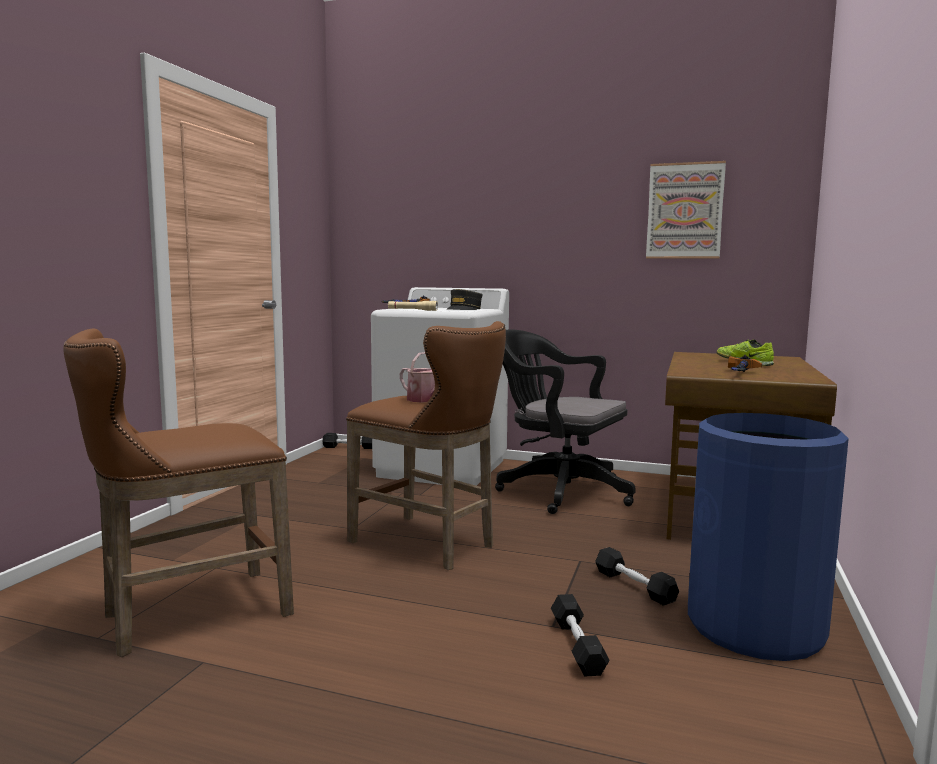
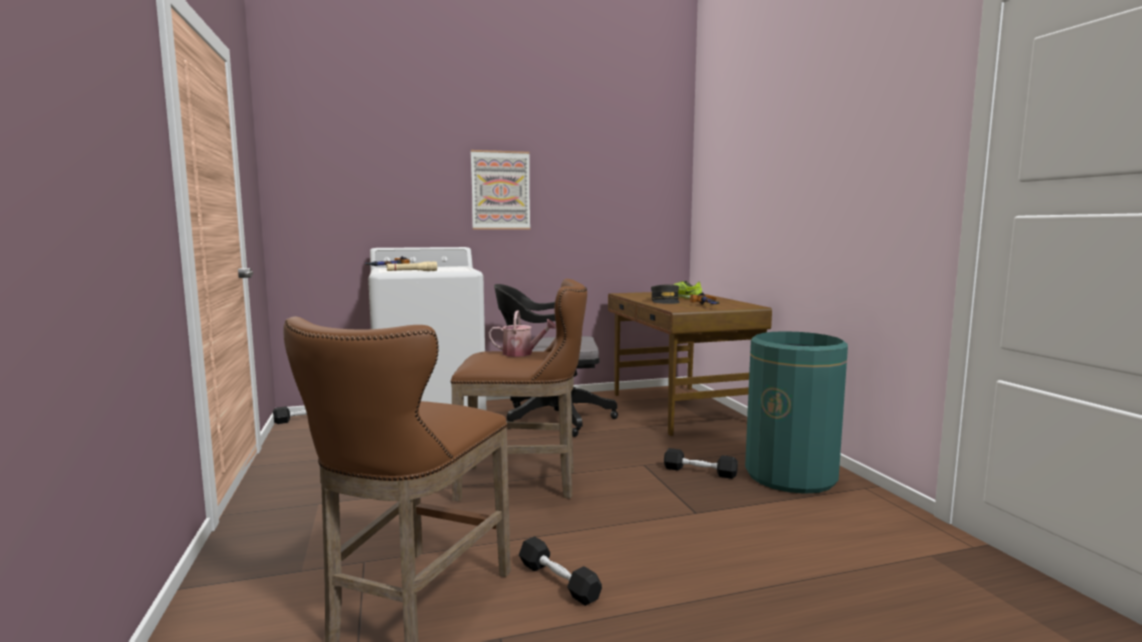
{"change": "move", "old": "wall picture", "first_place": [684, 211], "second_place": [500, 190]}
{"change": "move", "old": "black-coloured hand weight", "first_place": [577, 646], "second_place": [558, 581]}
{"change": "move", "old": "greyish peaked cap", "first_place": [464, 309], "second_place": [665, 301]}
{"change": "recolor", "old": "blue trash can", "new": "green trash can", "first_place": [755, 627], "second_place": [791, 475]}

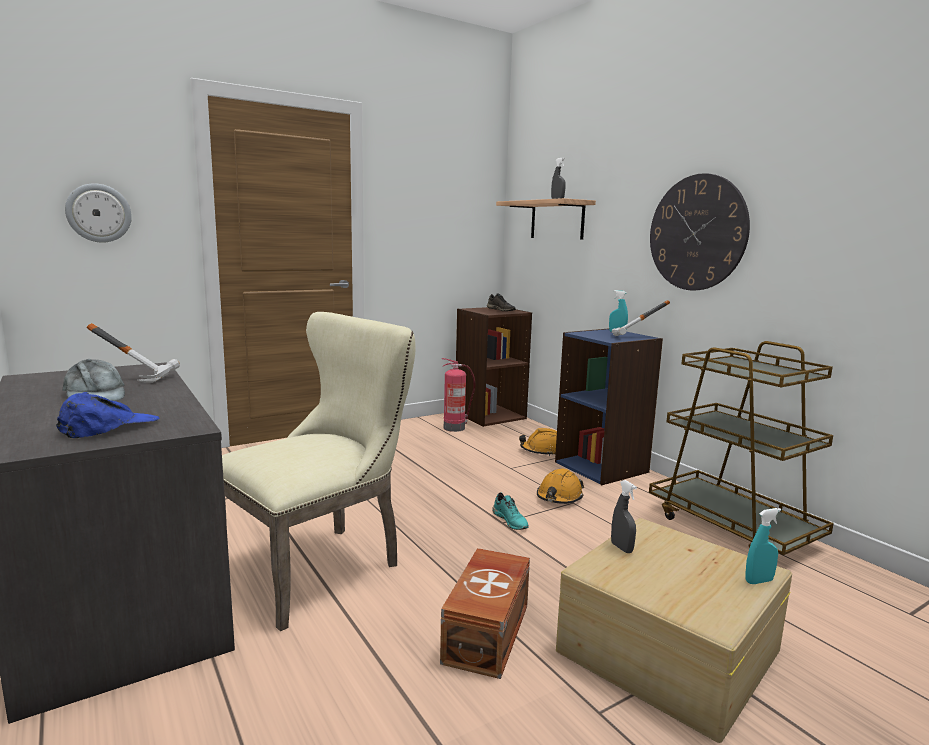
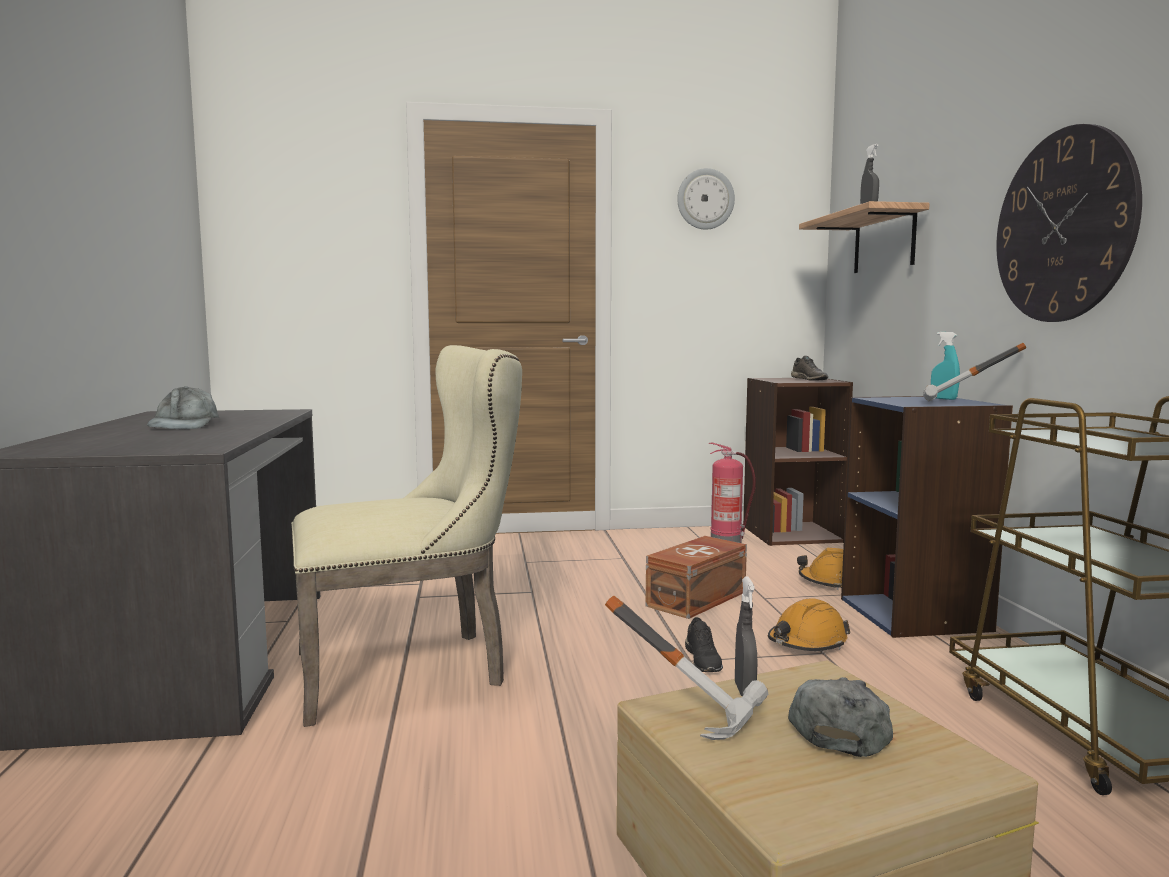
{"change": "move", "old": "hand hammer", "first_place": [139, 376], "second_place": [689, 708]}
{"change": "move", "old": "brown storage container", "first_place": [489, 632], "second_place": [699, 599]}
{"change": "move", "old": "clock on the wall", "first_place": [99, 213], "second_place": [705, 199]}
{"change": "recolor", "old": "turquoise low shoe", "new": "black-coloured low shoe", "first_place": [511, 521], "second_place": [704, 661]}
{"change": "insert", "new": "greyish peaked cap", "second_place": [840, 724]}
{"change": "delete", "old": "blue peaked cap", "first_place": [109, 426]}
{"change": "delete", "old": "turquoise sprayer", "first_place": [759, 581]}

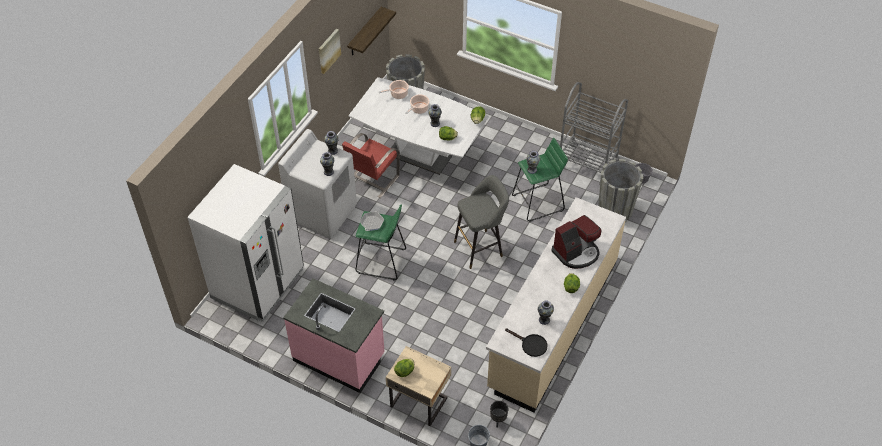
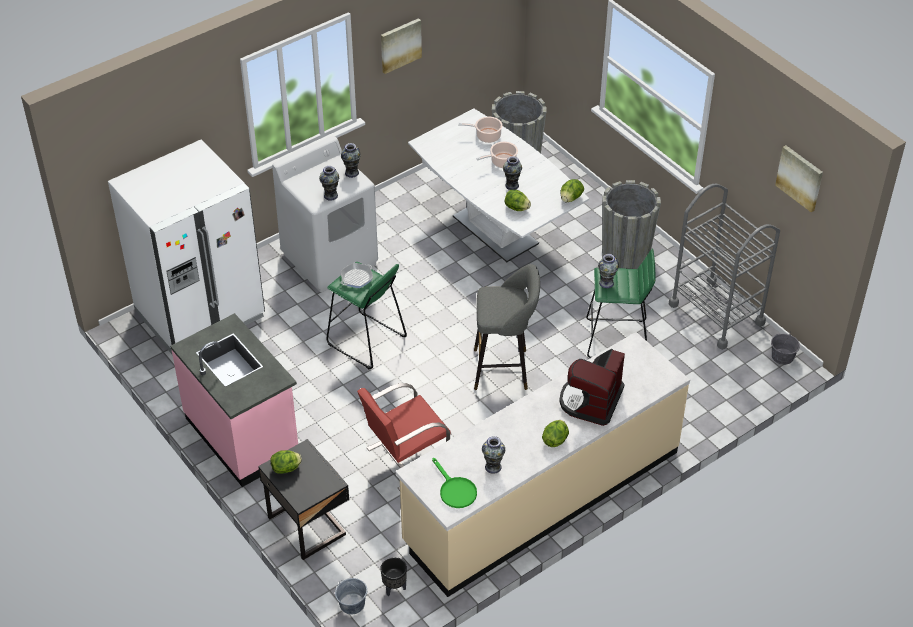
{"change": "recolor", "old": "sand-coloured bedside table", "new": "black-coloured bedside table", "first_place": [419, 401], "second_place": [308, 525]}
{"change": "move", "old": "reddish upright chair", "first_place": [372, 179], "second_place": [405, 458]}
{"change": "recolor", "old": "black-coloured frying pan", "new": "green frying pan", "first_place": [530, 344], "second_place": [455, 490]}
{"change": "rotate", "old": "coffee machine", "first_place": [576, 253], "second_place": [591, 400], "degrees": 120}
{"change": "move", "old": "greyish planter", "first_place": [615, 210], "second_place": [625, 256]}
{"change": "insert", "new": "wall picture", "second_place": [800, 177]}
{"change": "delete", "old": "wall shelf", "first_place": [364, 32]}

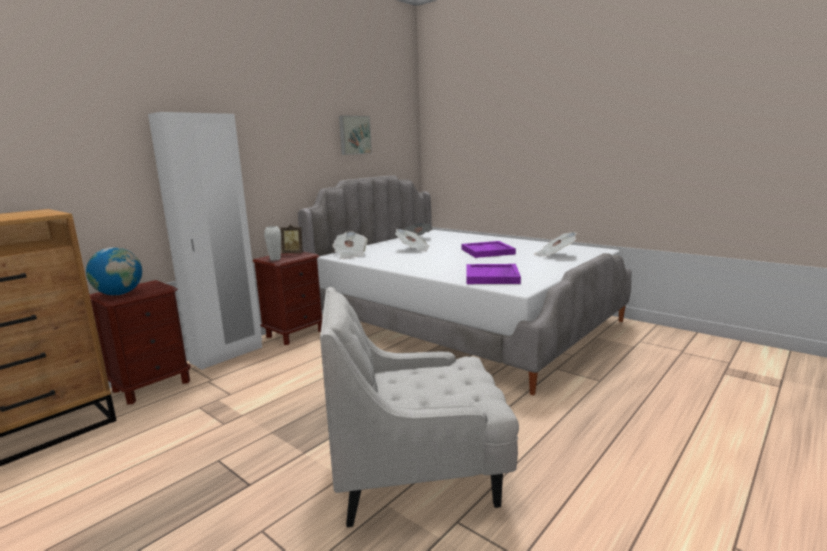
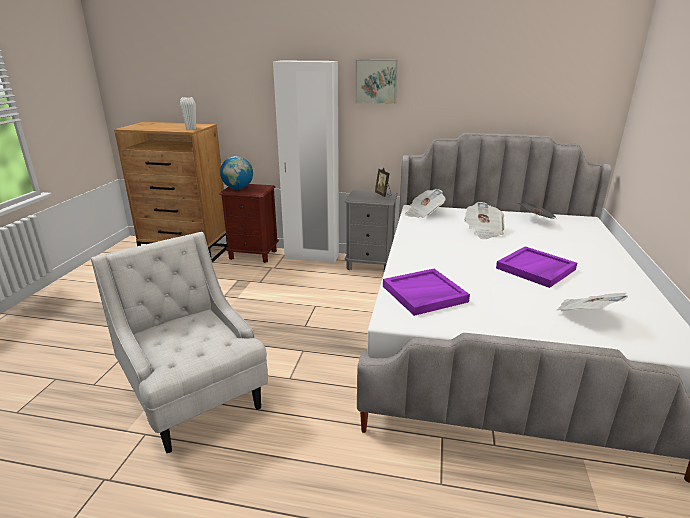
{"change": "move", "old": "white-coloured flower vase", "first_place": [275, 259], "second_place": [191, 128]}
{"change": "recolor", "old": "brown bedside table", "new": "greyish bedside table", "first_place": [295, 333], "second_place": [370, 264]}
{"change": "move", "old": "wall picture", "first_place": [354, 135], "second_place": [376, 81]}

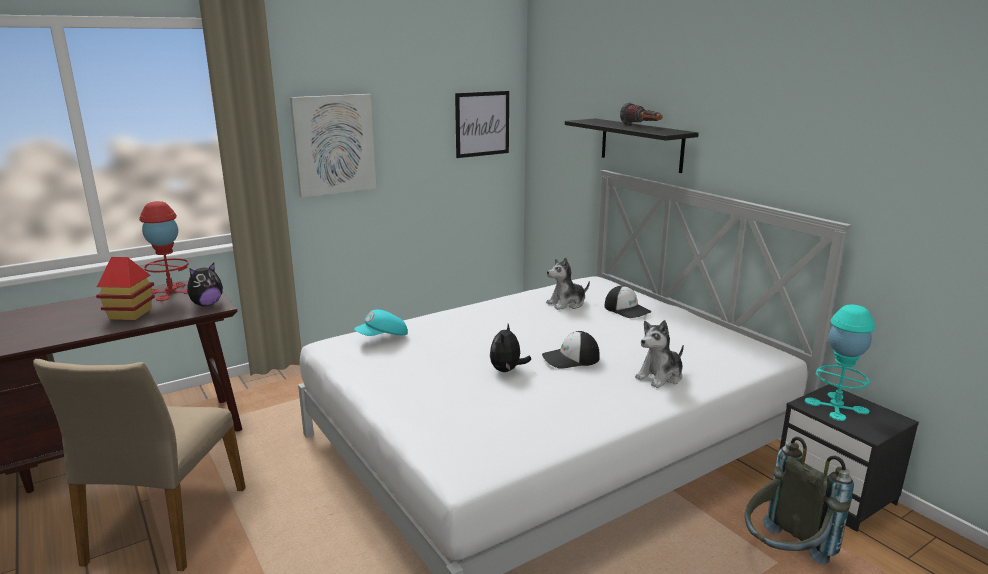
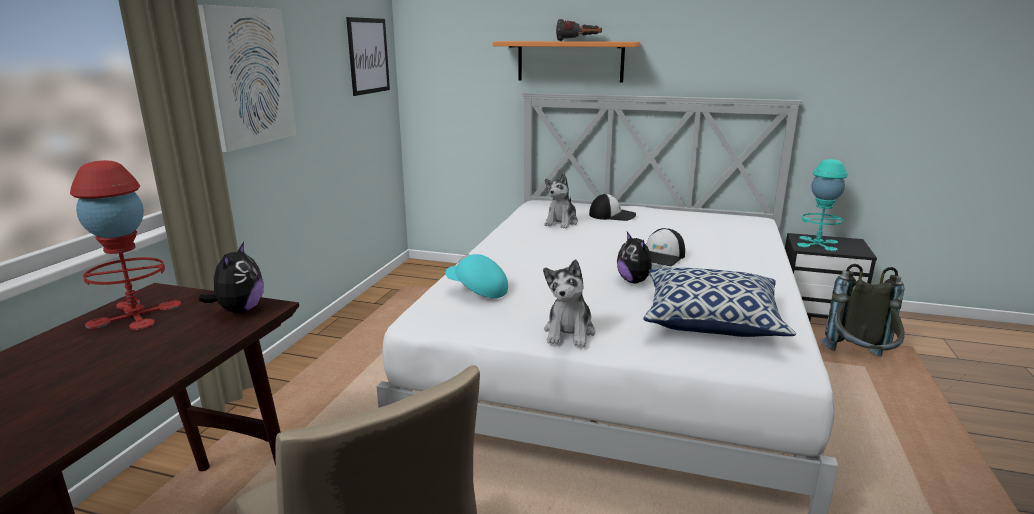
{"change": "rotate", "old": "turquoise peaked cap", "first_place": [383, 337], "second_place": [477, 290], "degrees": 105}
{"change": "recolor", "old": "black-coloured wall shelf", "new": "orangey wall shelf", "first_place": [641, 144], "second_place": [570, 61]}
{"change": "move", "old": "plush toy", "first_place": [660, 377], "second_place": [569, 332]}
{"change": "insert", "new": "pillow", "second_place": [711, 321]}
{"change": "delete", "old": "miniature house", "first_place": [130, 314]}

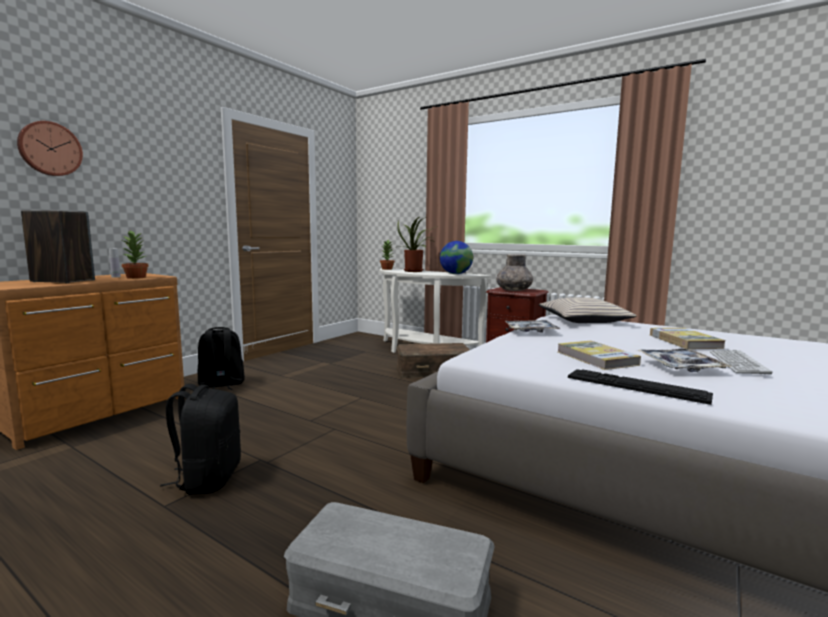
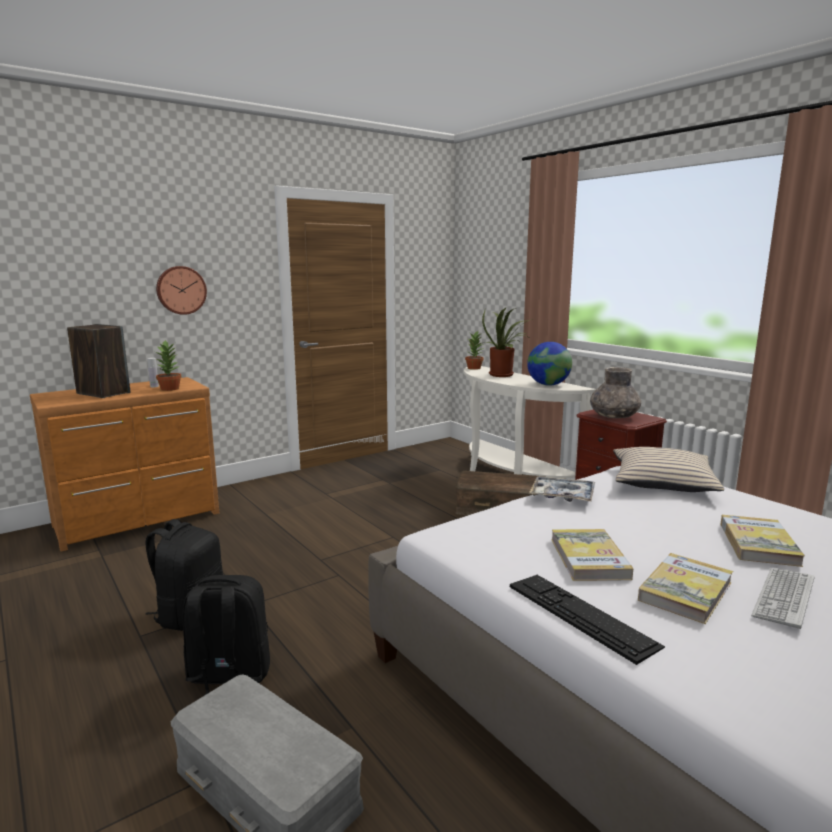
{"change": "move", "old": "clock on the wall", "first_place": [50, 149], "second_place": [181, 290]}
{"change": "move", "old": "black-coloured rucksack", "first_place": [221, 385], "second_place": [228, 677]}
{"change": "replace", "old": "serving tray", "new": "bound book", "first_place": [680, 366], "second_place": [685, 591]}

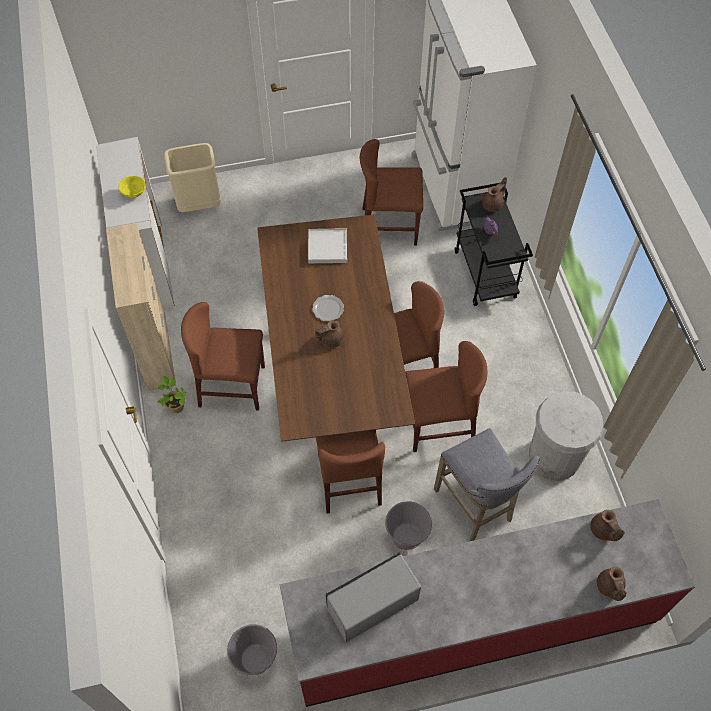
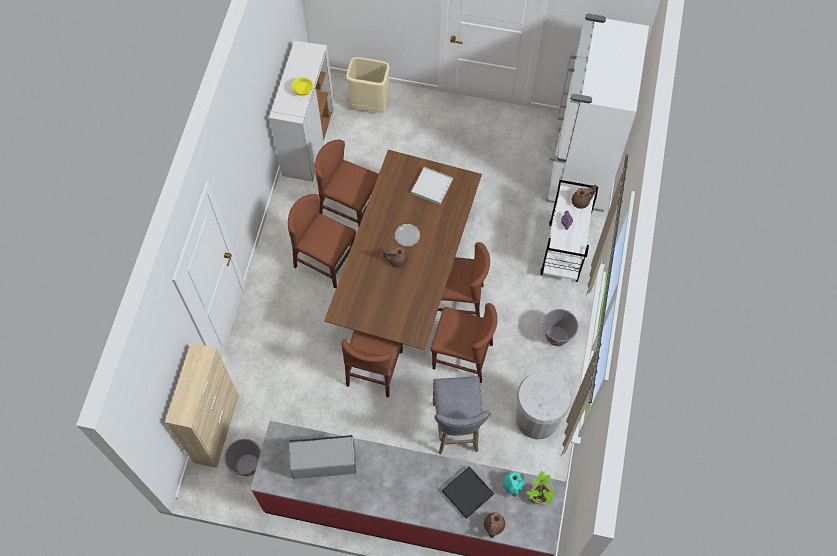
{"change": "move", "old": "sand-coloured cabinet", "first_place": [157, 350], "second_place": [216, 428]}
{"change": "move", "old": "brown upright chair", "first_place": [389, 226], "second_place": [349, 208]}
{"change": "insert", "new": "black-coloured serving tray", "second_place": [467, 492]}
{"change": "recolor", "old": "brown teapot", "new": "turquoise teapot", "first_place": [603, 530], "second_place": [512, 485]}
{"change": "move", "old": "potted plant", "first_place": [175, 405], "second_place": [539, 496]}
{"change": "recolor", "old": "black-coloured trolley", "new": "white-coloured trolley", "first_place": [485, 274], "second_place": [563, 252]}
{"change": "move", "old": "greyish water bucket", "first_place": [407, 536], "second_place": [557, 336]}

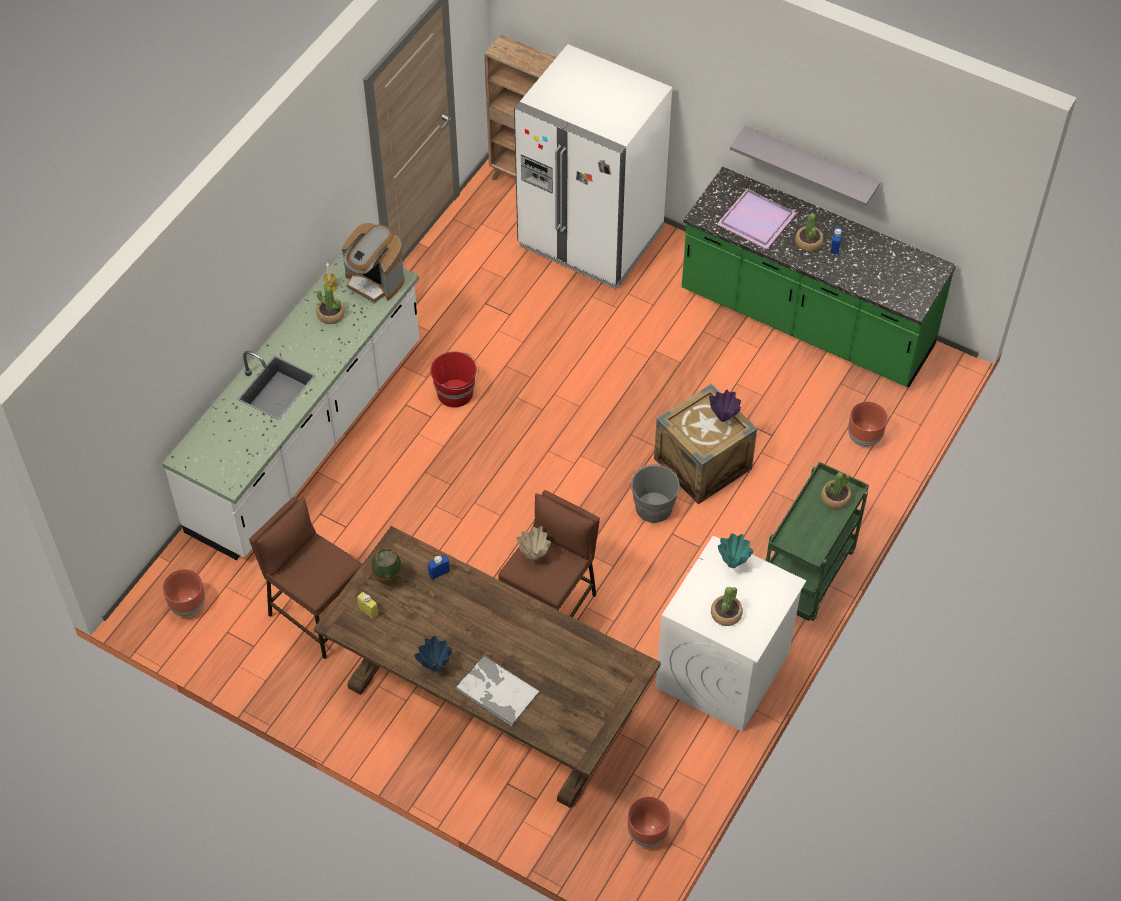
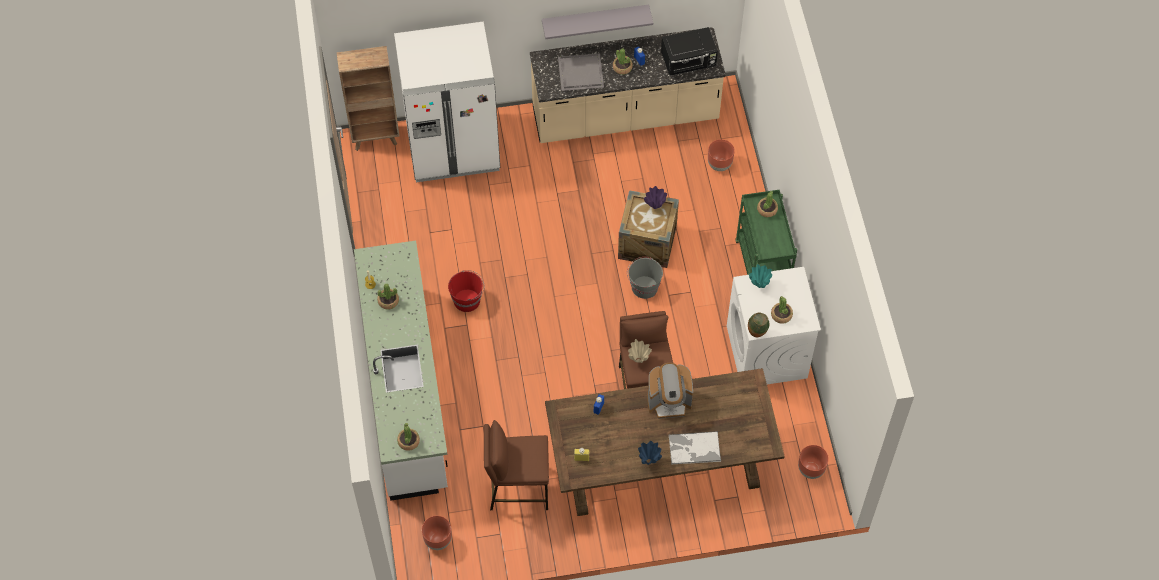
{"change": "insert", "new": "potted plant", "second_place": [408, 441]}
{"change": "recolor", "old": "green counter", "new": "sand-coloured counter", "first_place": [806, 321], "second_place": [625, 116]}
{"change": "recolor", "old": "purple-coloured serving tray", "new": "greyish serving tray", "first_place": [756, 219], "second_place": [579, 72]}
{"change": "move", "old": "coffee machine", "first_place": [374, 281], "second_place": [669, 402]}
{"change": "insert", "new": "black-coloured microwave", "second_place": [689, 62]}
{"change": "move", "old": "flower vase", "first_place": [388, 580], "second_place": [756, 333]}

